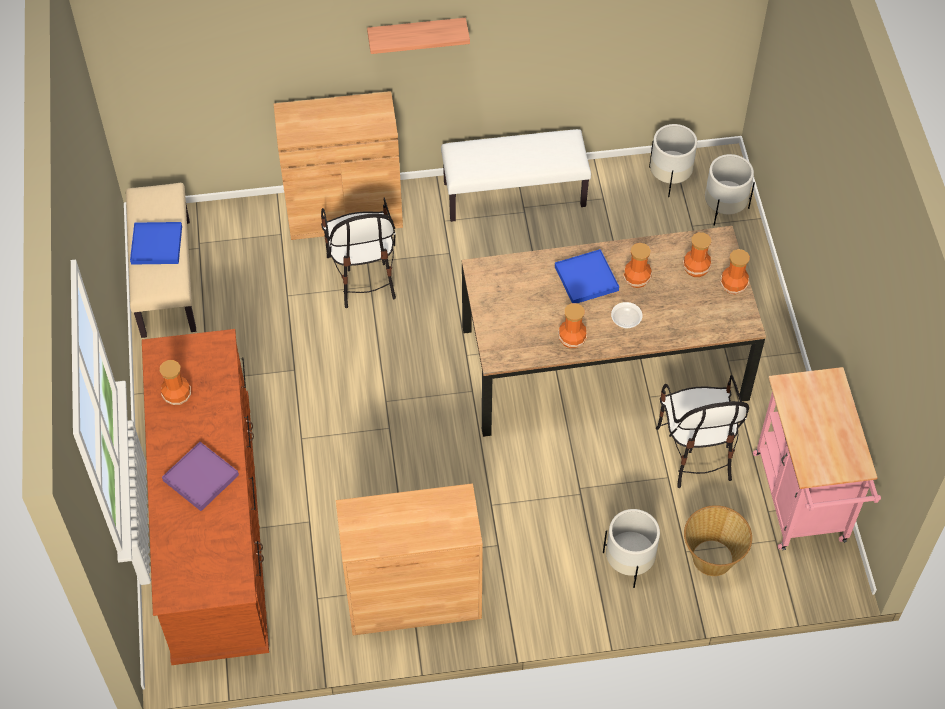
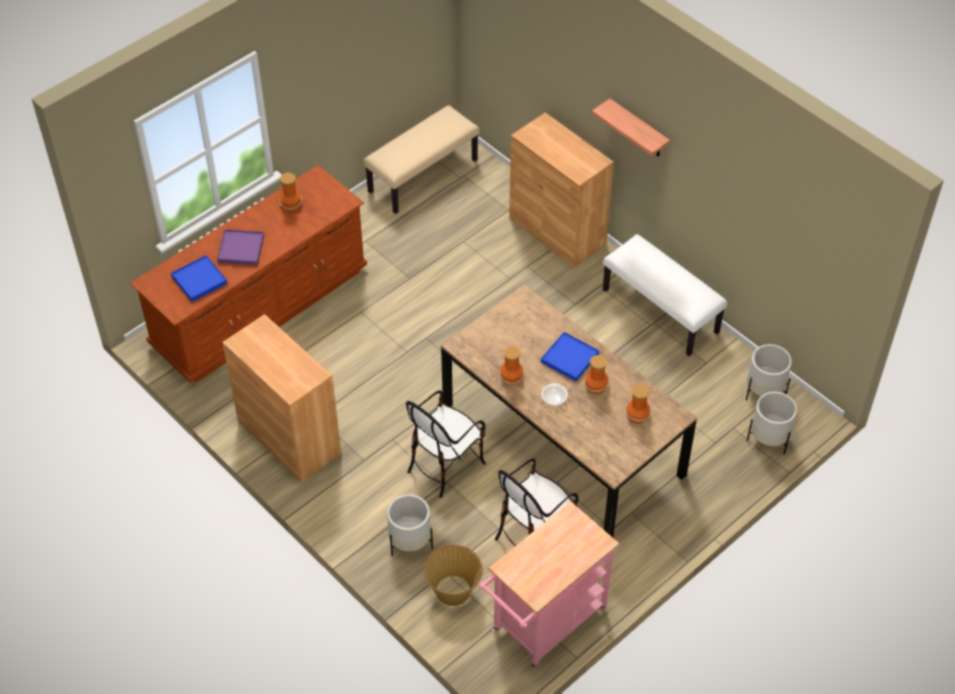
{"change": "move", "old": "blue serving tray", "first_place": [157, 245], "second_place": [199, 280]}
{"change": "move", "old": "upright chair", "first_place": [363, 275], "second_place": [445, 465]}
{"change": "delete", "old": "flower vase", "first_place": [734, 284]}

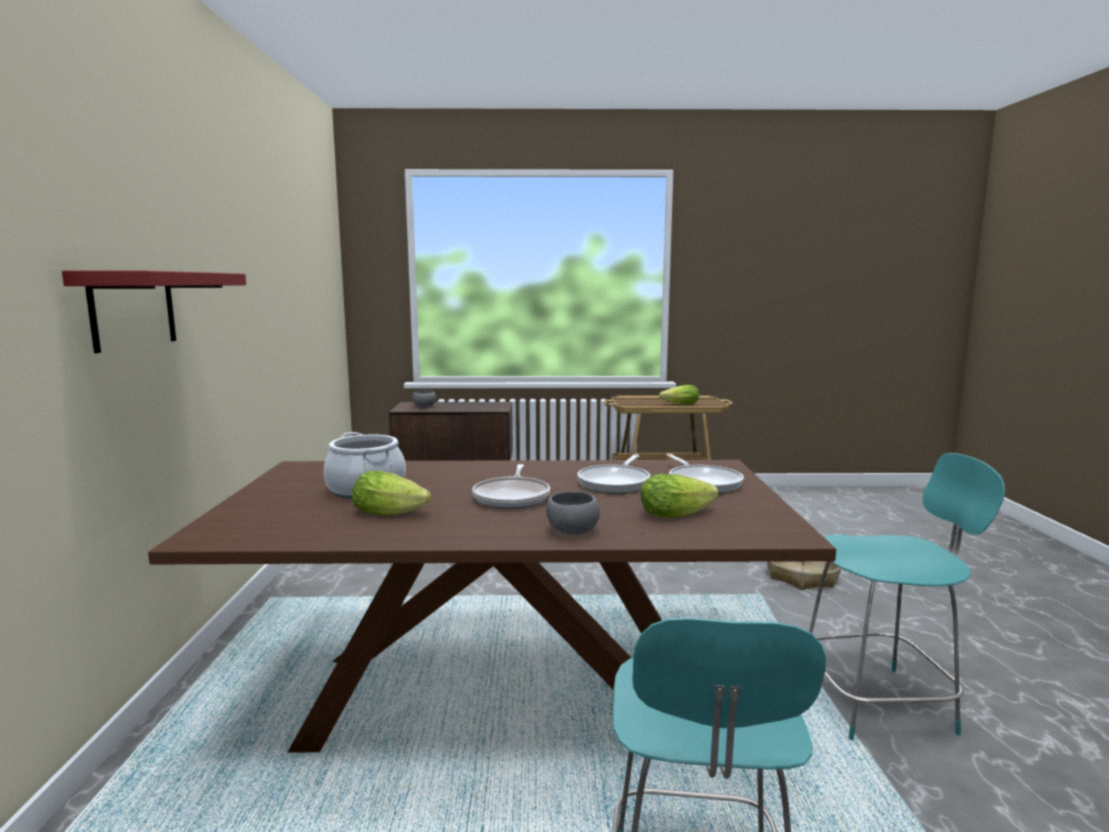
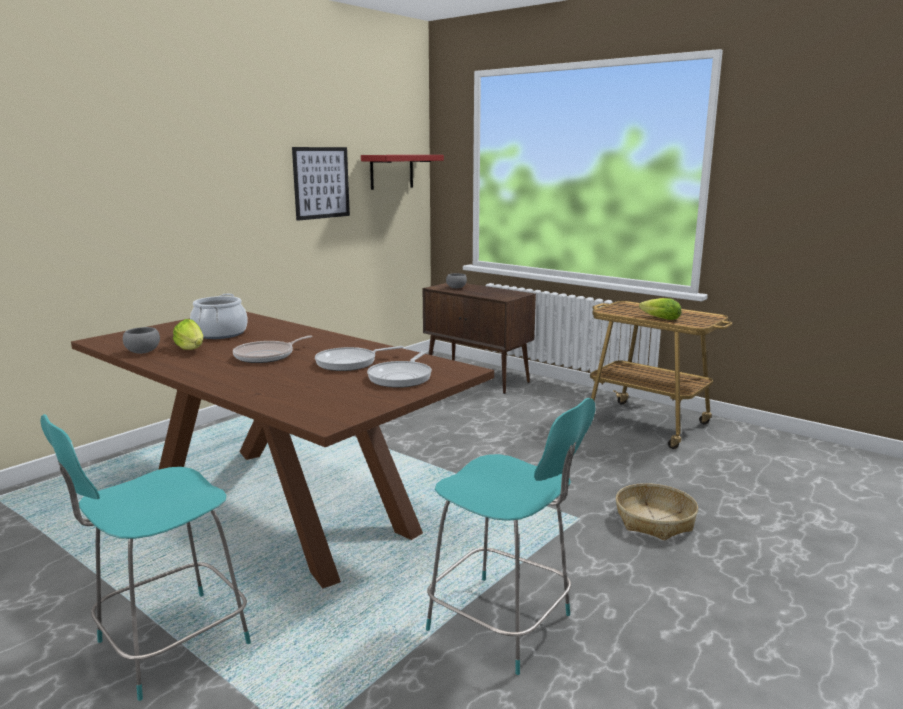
{"change": "move", "old": "greyish bowl", "first_place": [571, 531], "second_place": [143, 351]}
{"change": "insert", "new": "wall picture", "second_place": [321, 183]}
{"change": "move", "old": "reddish wall shelf", "first_place": [133, 309], "second_place": [391, 171]}
{"change": "delete", "old": "lettuce head", "first_place": [680, 514]}

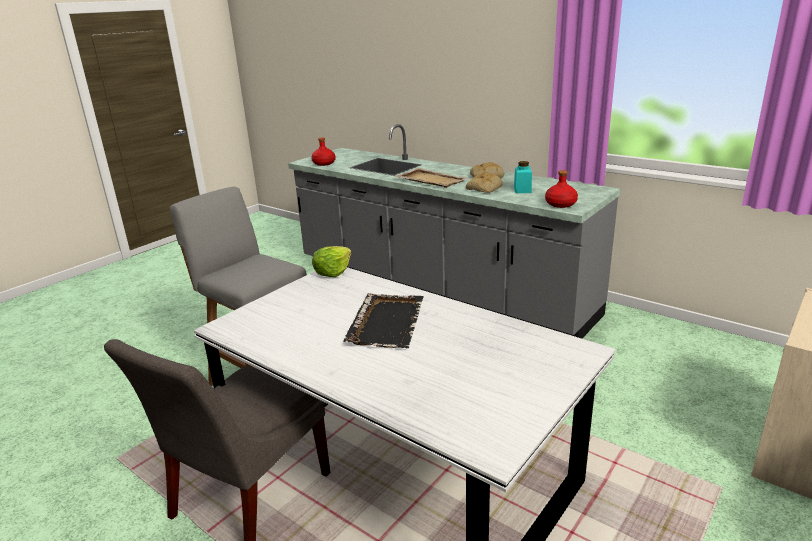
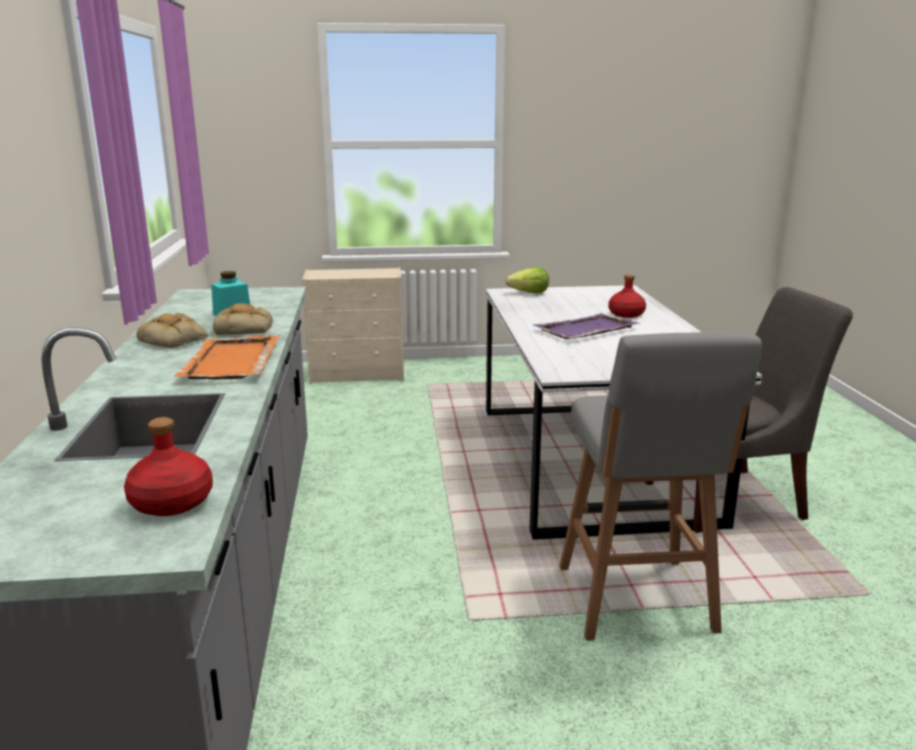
{"change": "recolor", "old": "sand-coloured serving tray", "new": "orangey serving tray", "first_place": [431, 180], "second_place": [230, 362]}
{"change": "move", "old": "lettuce head", "first_place": [332, 272], "second_place": [529, 293]}
{"change": "recolor", "old": "black-coloured serving tray", "new": "purple-coloured serving tray", "first_place": [387, 322], "second_place": [585, 330]}
{"change": "move", "old": "reddish drink bottle", "first_place": [561, 204], "second_place": [626, 314]}

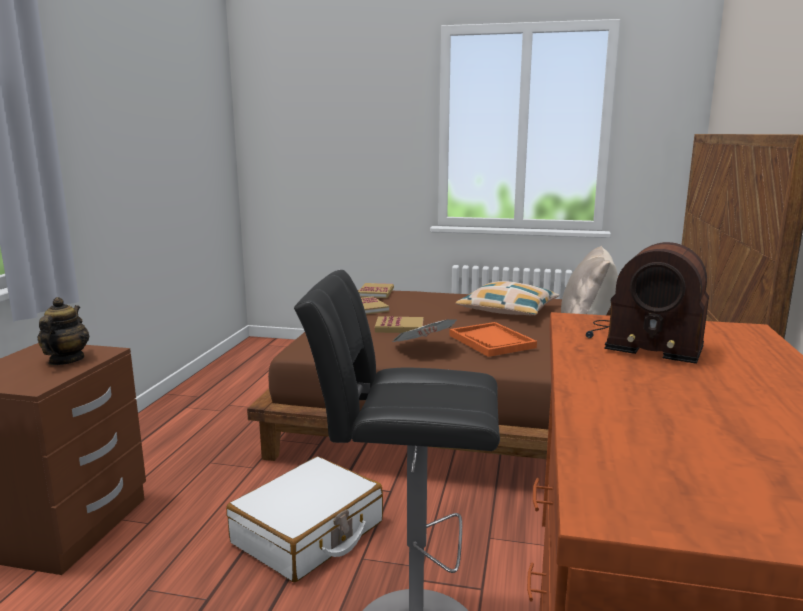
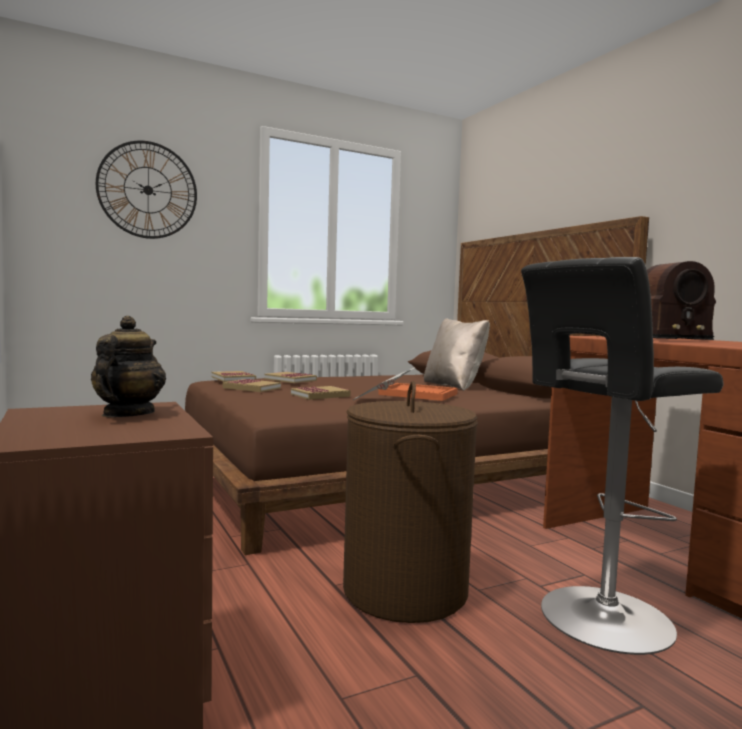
{"change": "rotate", "old": "teapot", "first_place": [66, 360], "second_place": [127, 414], "degrees": 45}
{"change": "insert", "new": "clock on the wall", "second_place": [148, 190]}
{"change": "insert", "new": "bound book", "second_place": [290, 380]}
{"change": "replace", "old": "white-coloured suitcase", "new": "brown washing basket", "first_place": [309, 533], "second_place": [404, 590]}
{"change": "delete", "old": "pillow", "first_place": [507, 310]}

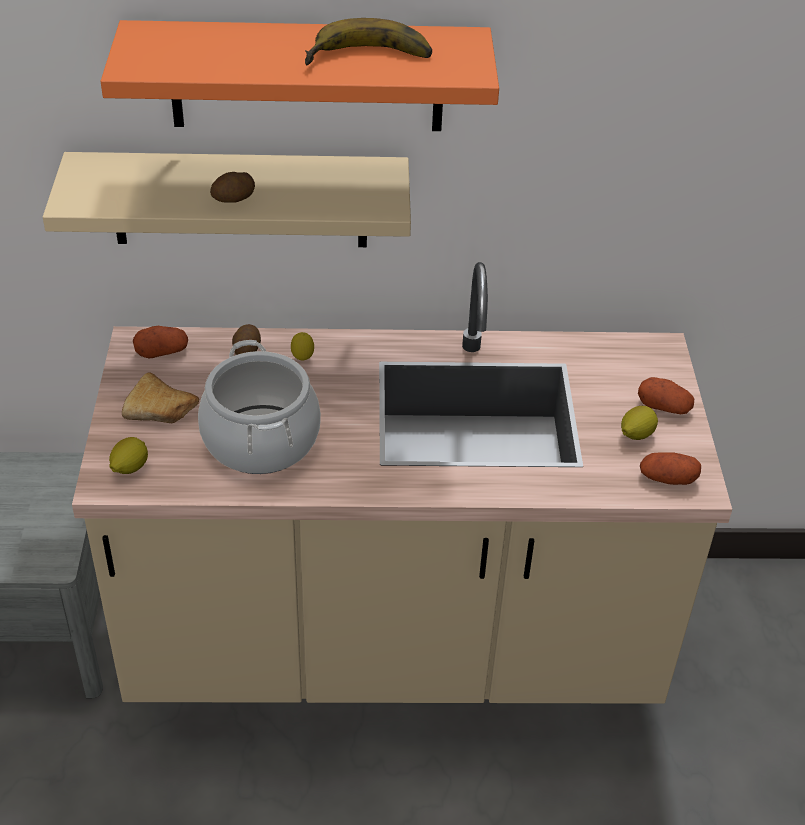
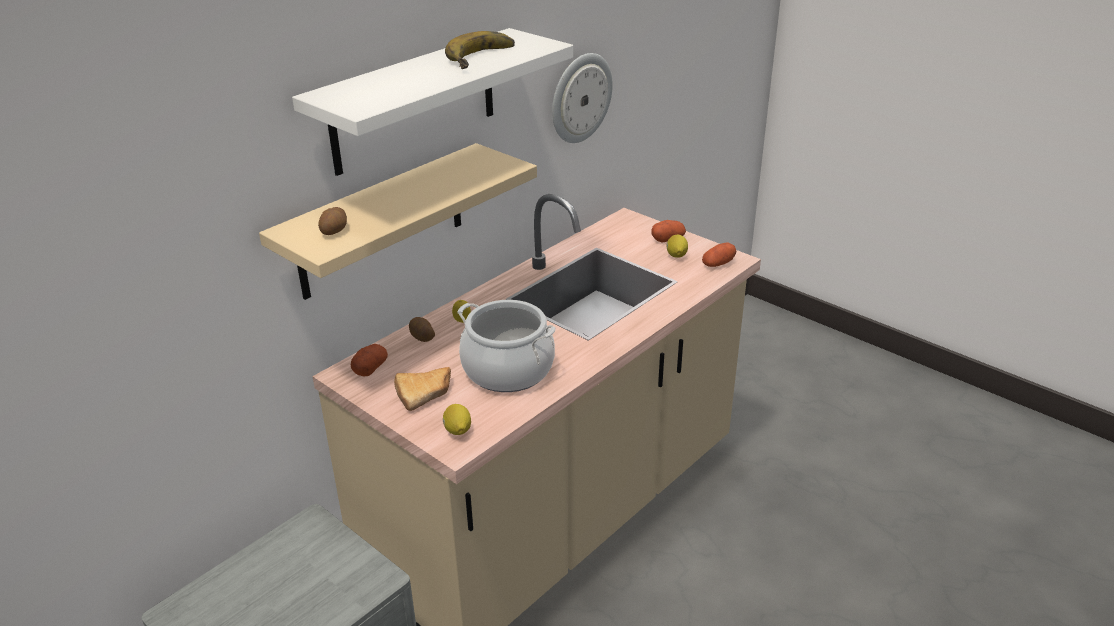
{"change": "recolor", "old": "orangey wall shelf", "new": "white-coloured wall shelf", "first_place": [307, 76], "second_place": [414, 101]}
{"change": "move", "old": "whole potato", "first_place": [234, 199], "second_place": [334, 231]}
{"change": "insert", "new": "clock on the wall", "second_place": [580, 98]}

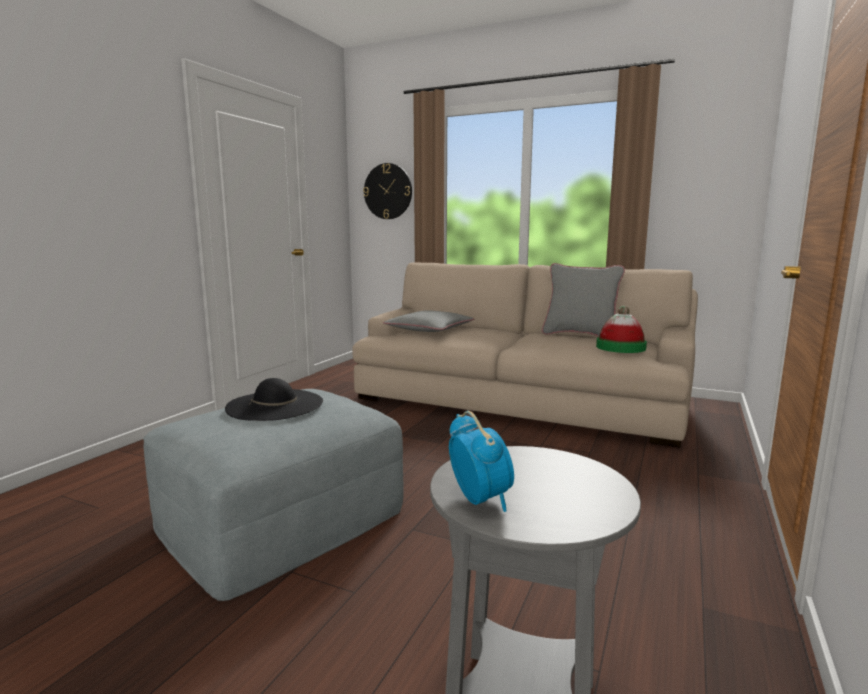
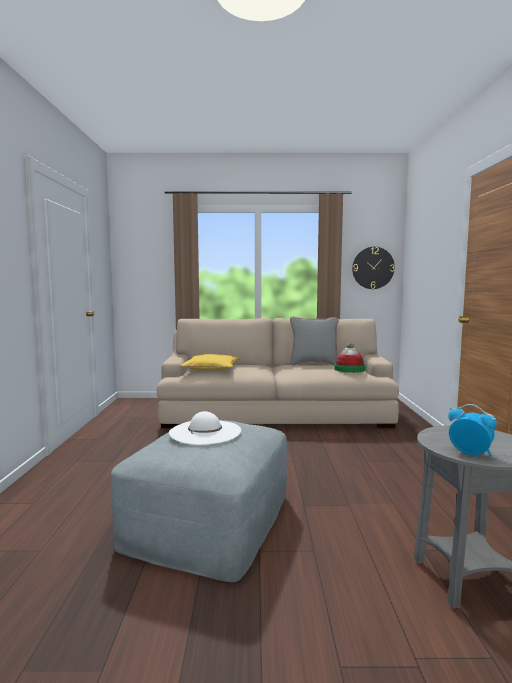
{"change": "recolor", "old": "black-coloured clothing hat", "new": "white-coloured clothing hat", "first_place": [275, 405], "second_place": [205, 432]}
{"change": "recolor", "old": "greyish pillow", "new": "yellowish pillow", "first_place": [429, 329], "second_place": [211, 368]}
{"change": "move", "old": "clock on the wall", "first_place": [388, 191], "second_place": [373, 268]}

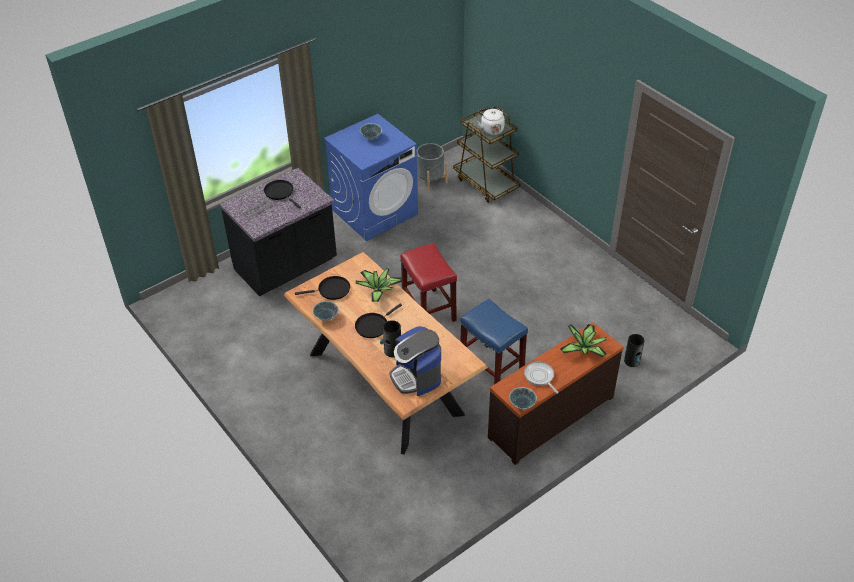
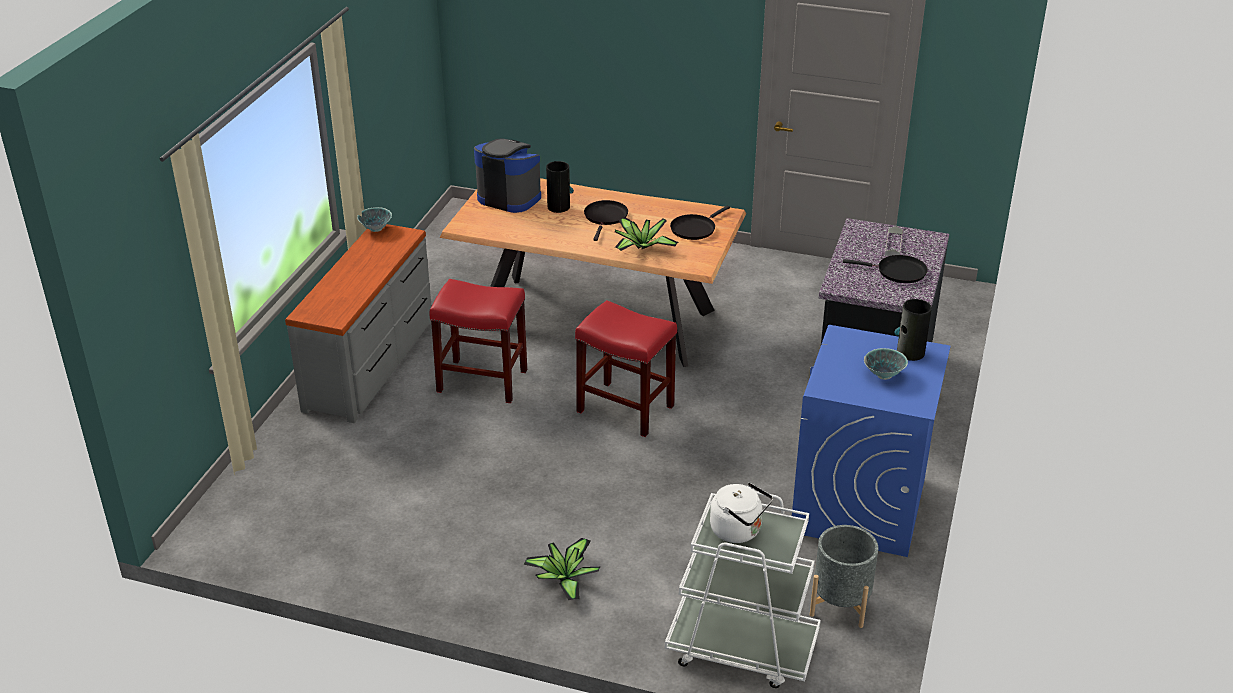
{"change": "recolor", "old": "brown dresser", "new": "greyish dresser", "first_place": [550, 416], "second_place": [371, 364]}
{"change": "recolor", "old": "blue stool seat", "new": "reddish stool seat", "first_place": [492, 368], "second_place": [481, 381]}
{"change": "move", "old": "potted plant", "first_place": [584, 348], "second_place": [564, 578]}
{"change": "recolor", "old": "brown trolley", "new": "white-coloured trolley", "first_place": [486, 183], "second_place": [741, 648]}
{"change": "move", "old": "flower vase", "first_place": [632, 361], "second_place": [910, 352]}
{"change": "delete", "old": "bowl", "first_place": [326, 317]}
{"change": "delete", "old": "frying pan", "first_place": [540, 377]}

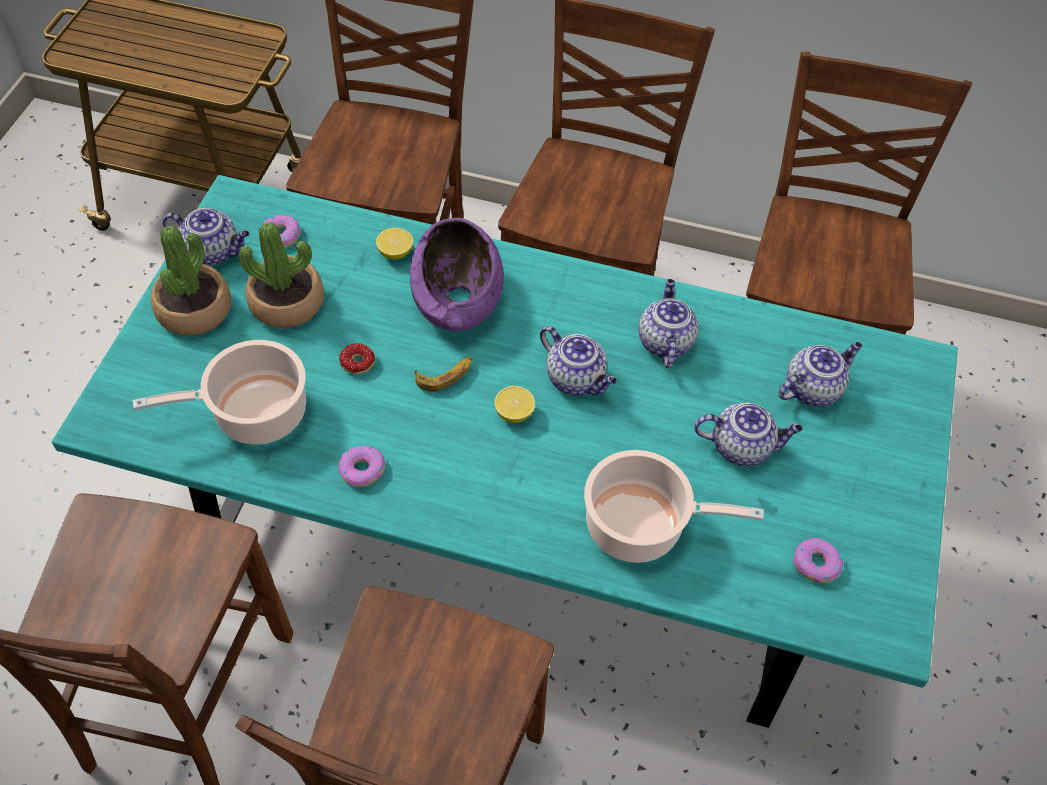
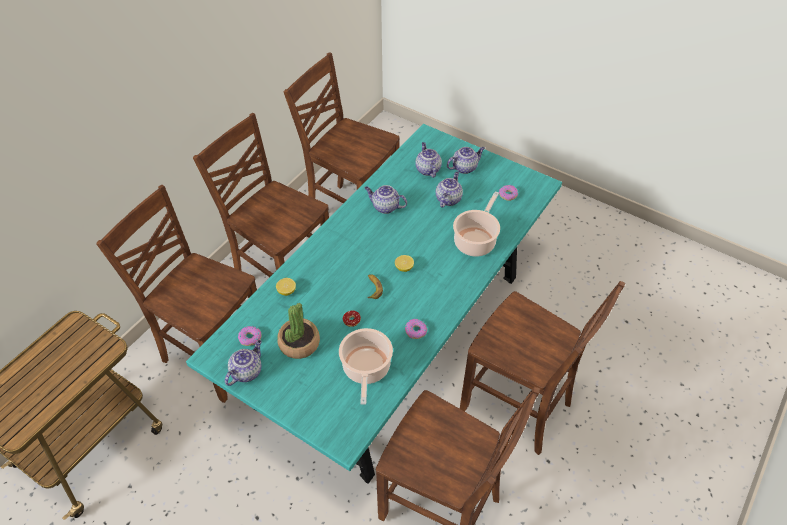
{"change": "move", "old": "teapot", "first_place": [577, 379], "second_place": [465, 167]}
{"change": "delete", "old": "potted plant", "first_place": [195, 310]}
{"change": "delete", "old": "purple-coloured bowl", "first_place": [458, 296]}

